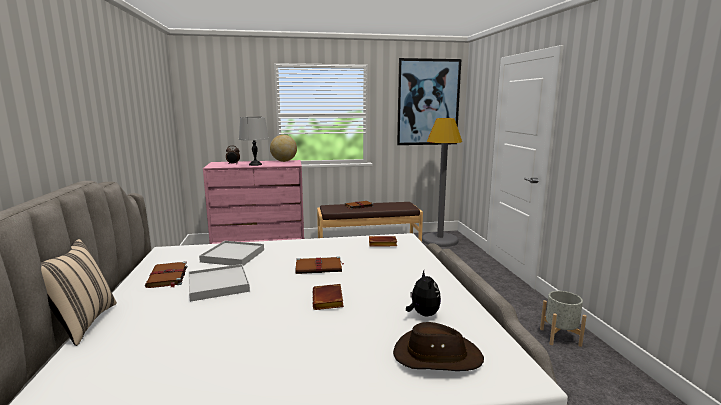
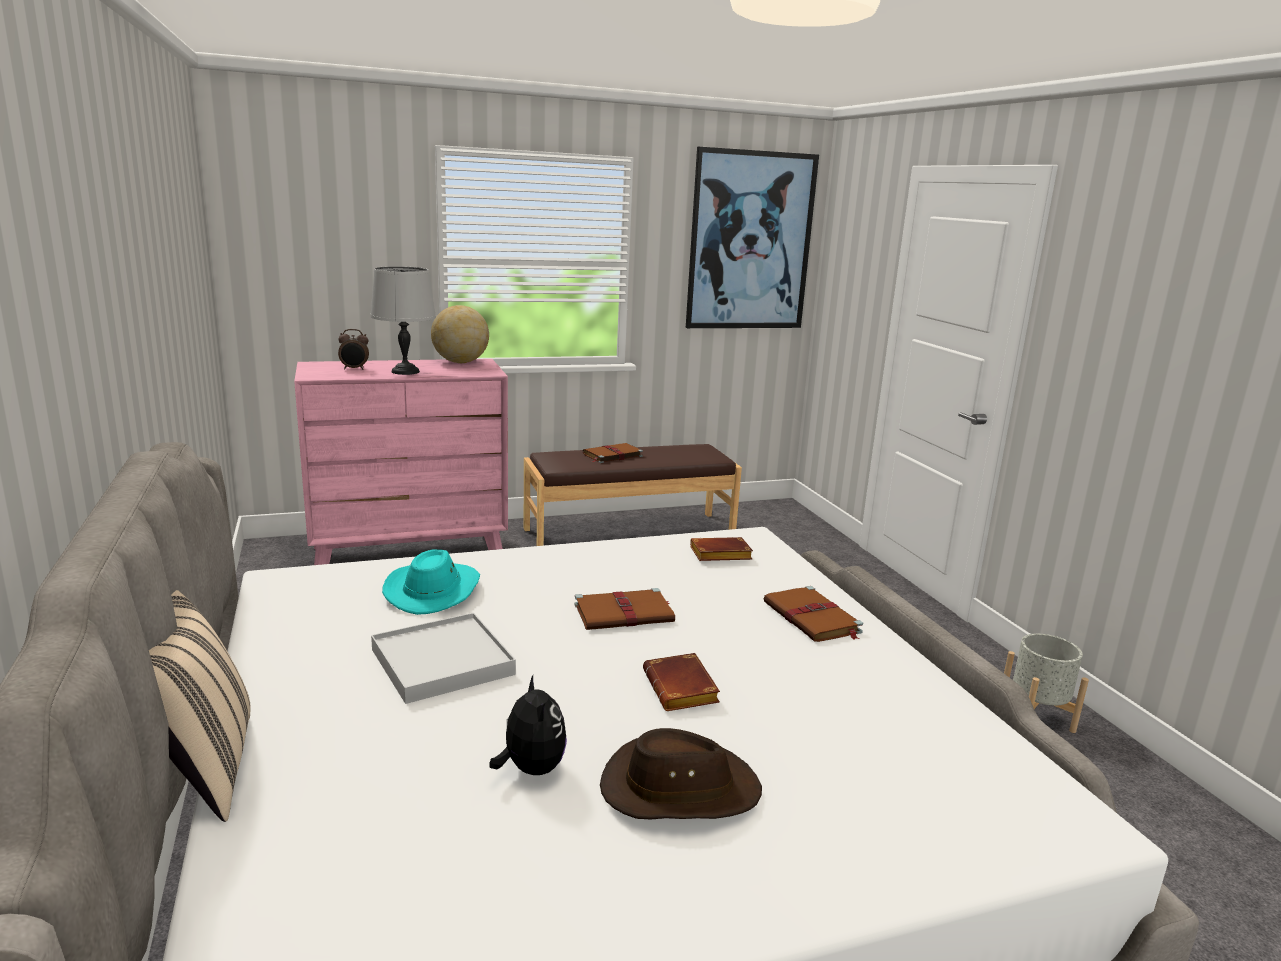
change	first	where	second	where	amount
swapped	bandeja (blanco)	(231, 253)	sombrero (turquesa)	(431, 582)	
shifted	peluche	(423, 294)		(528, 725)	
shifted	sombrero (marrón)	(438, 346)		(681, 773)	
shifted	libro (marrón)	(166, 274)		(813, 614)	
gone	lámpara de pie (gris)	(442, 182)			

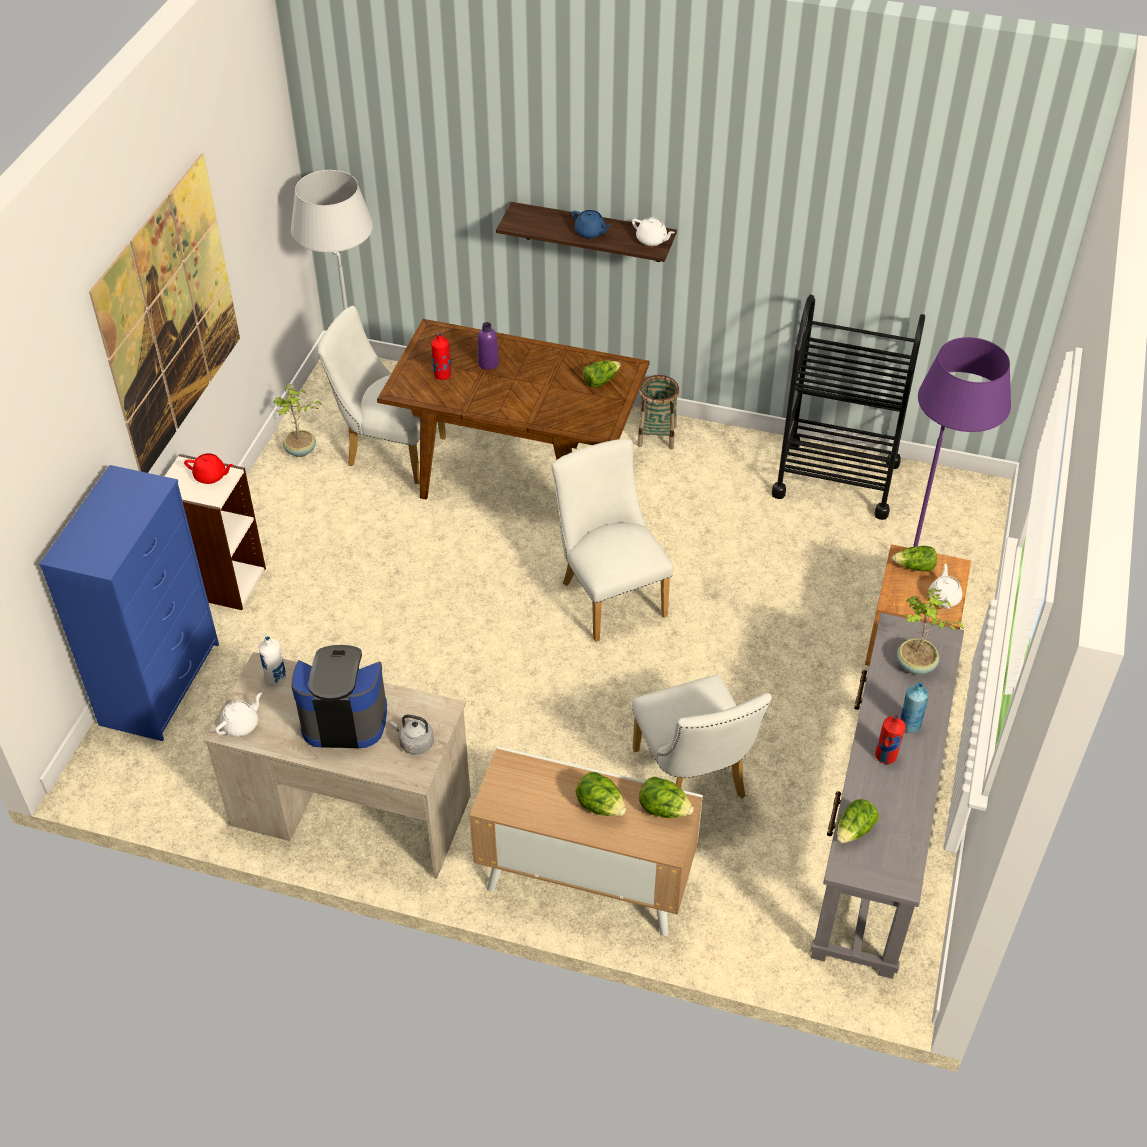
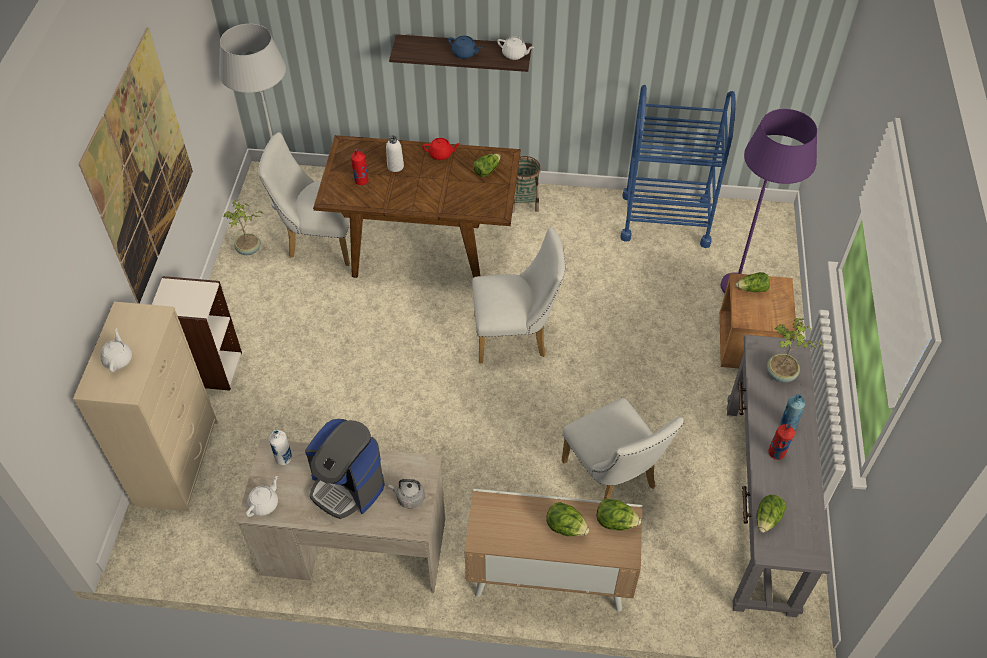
change	first	where	second	where	amount
repainted	cómoda (azul)	(129, 603)	cómoda (beis)	(145, 407)	
shifted	tetera (blanco)	(945, 586)		(116, 350)	
rotated	cafetera	(339, 696)		(345, 469)	135 degrees counterclockwise
repainted	botella (morado)	(488, 346)	botella (blanco)	(395, 153)	
shifted	tetera (rojo)	(208, 468)		(441, 149)	
rotated	silla (blanco)	(612, 540)		(518, 295)	120 degrees clockwise
repainted	carrito (negro)	(848, 407)	carrito (azul)	(678, 166)	

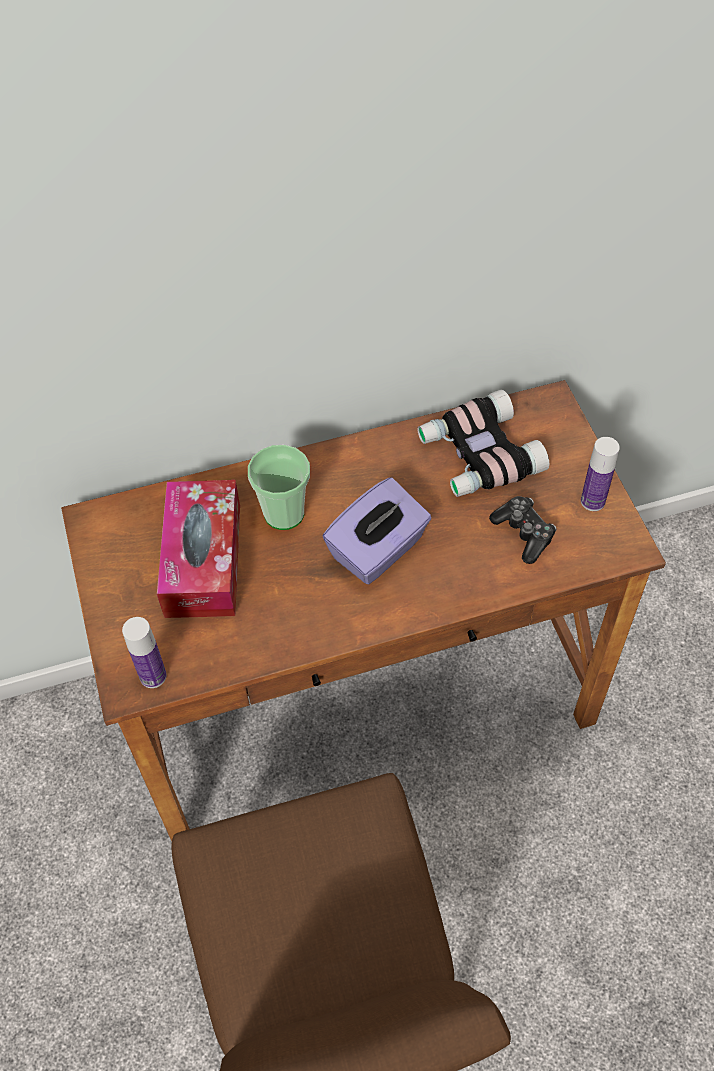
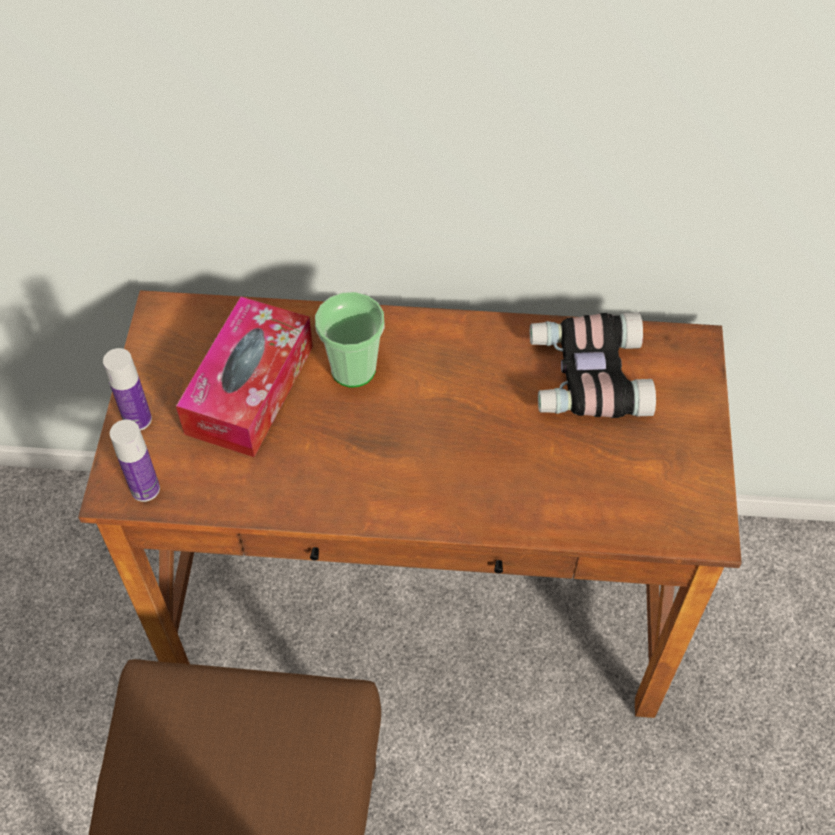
change	first	where	second	where	amount
shifted	botella	(600, 474)		(127, 389)	
gone	caja de pañuelos (morado)	(377, 531)			
gone	mando de consola	(523, 530)			

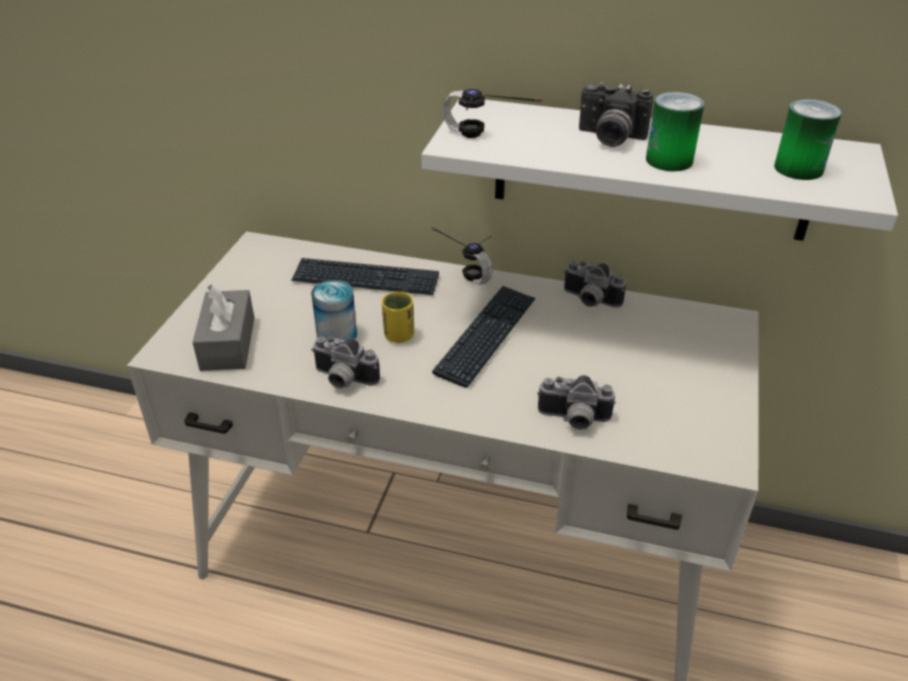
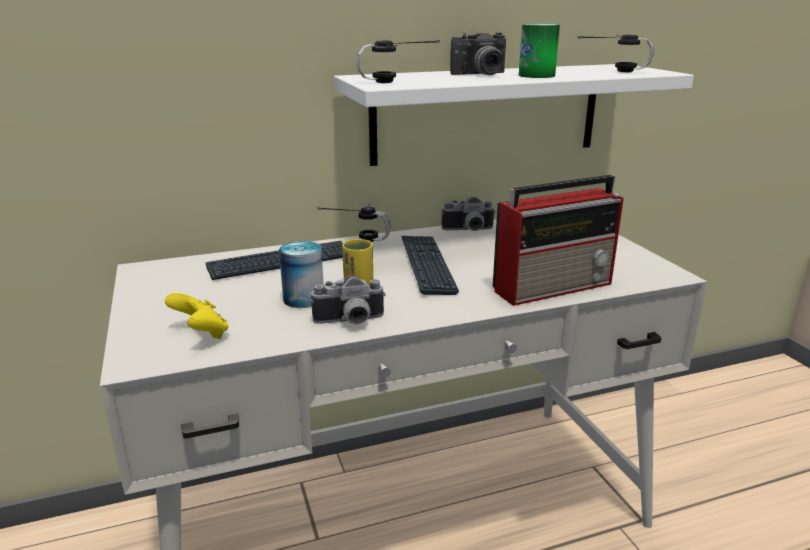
change	first	where	second	where	amount
swapped	caja de pañuelos (gris)	(223, 327)	mando de consola (amarillo)	(197, 316)	
swapped	cámara	(576, 402)	radio	(558, 240)	
swapped	lata	(808, 139)	auriculares	(615, 53)	

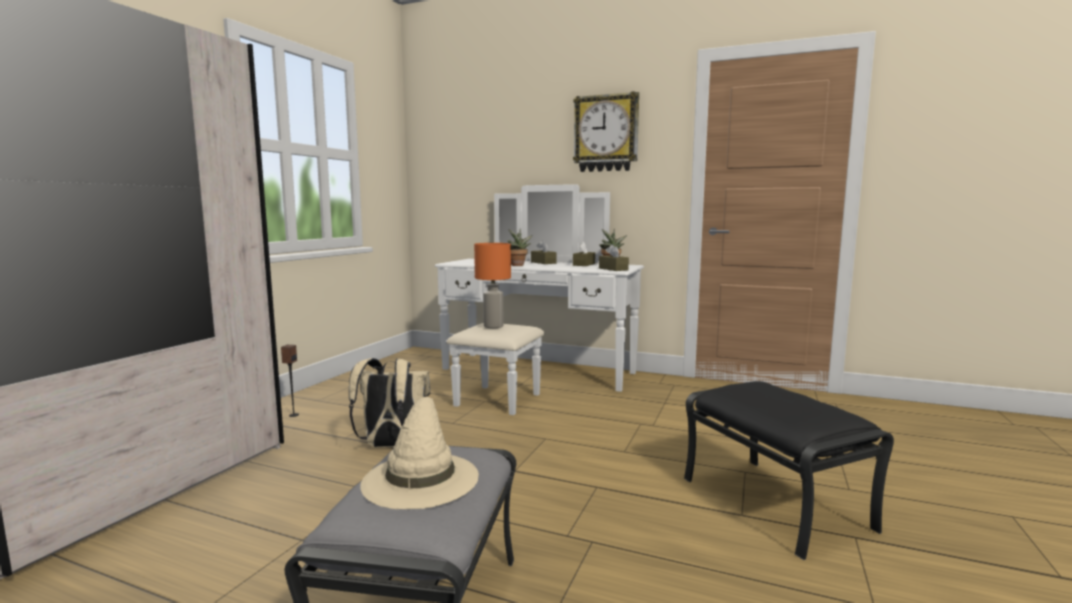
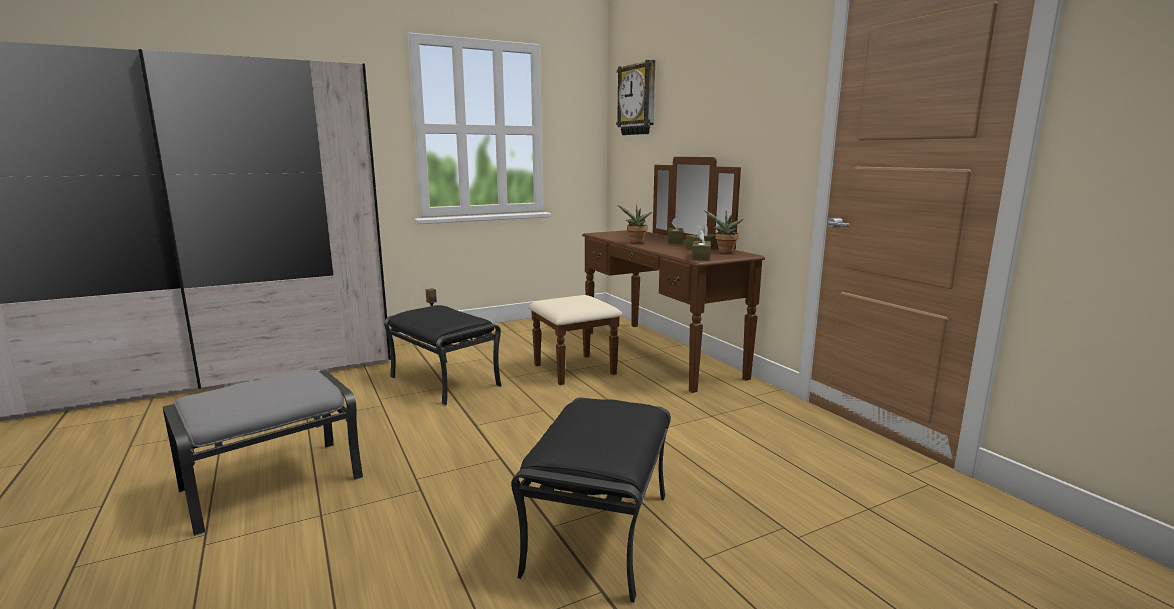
change	first	where	second	where	amount
swapped	mochila (beis)	(389, 402)	puf (negro)	(442, 355)	
repainted	cómoda (blanco)	(539, 299)	cómoda (marrón)	(647, 275)	
shifted	reloj de pared	(606, 131)		(635, 97)	
gone	sombrero (beis)	(419, 453)			
gone	lámpara de mesa (naranja)	(492, 285)			

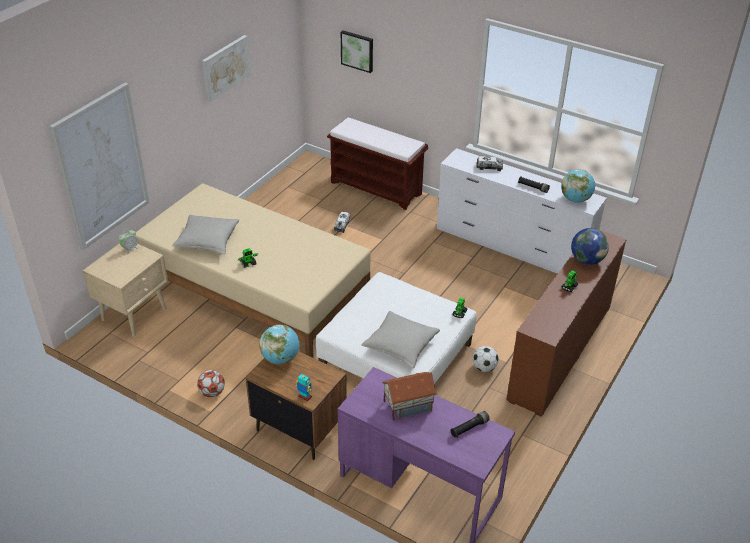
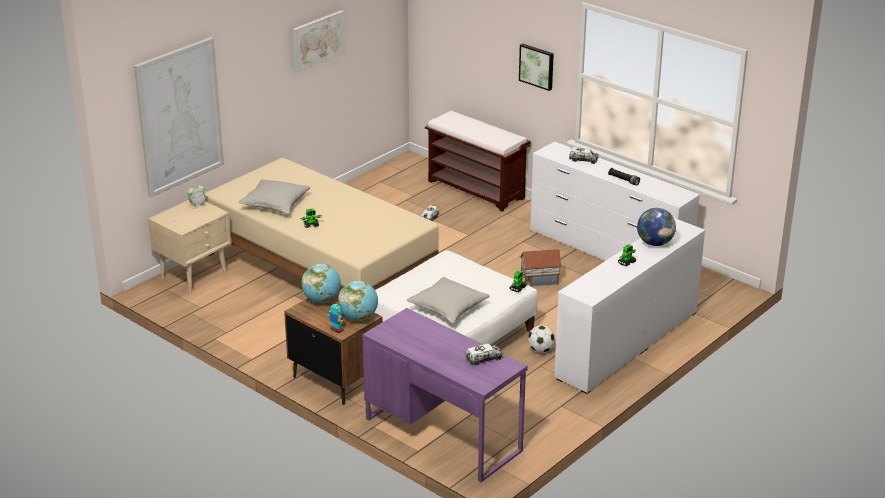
change	first	where	second	where	amount
shifted	globo terráqueo	(578, 186)		(358, 301)	
swapped	linterna (negro)	(470, 424)	camión de juguete	(484, 354)	
shifted	cuadro	(357, 51)		(536, 67)	
shifted	casita	(409, 396)		(541, 268)	
repainted	cómoda (marrón)	(566, 322)	cómoda (blanco)	(629, 306)	
gone	balón de fútbol	(211, 383)			

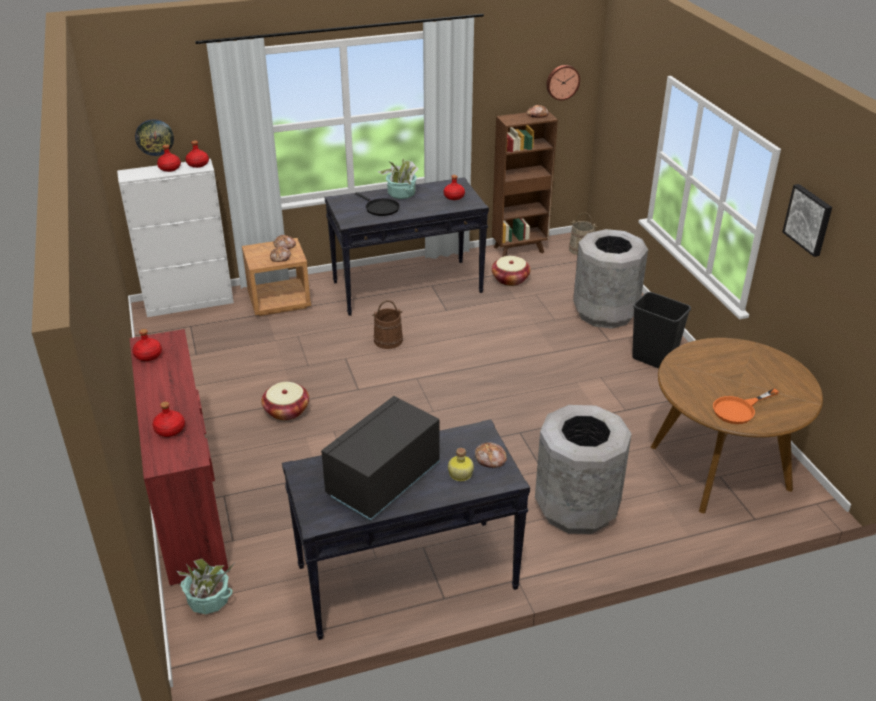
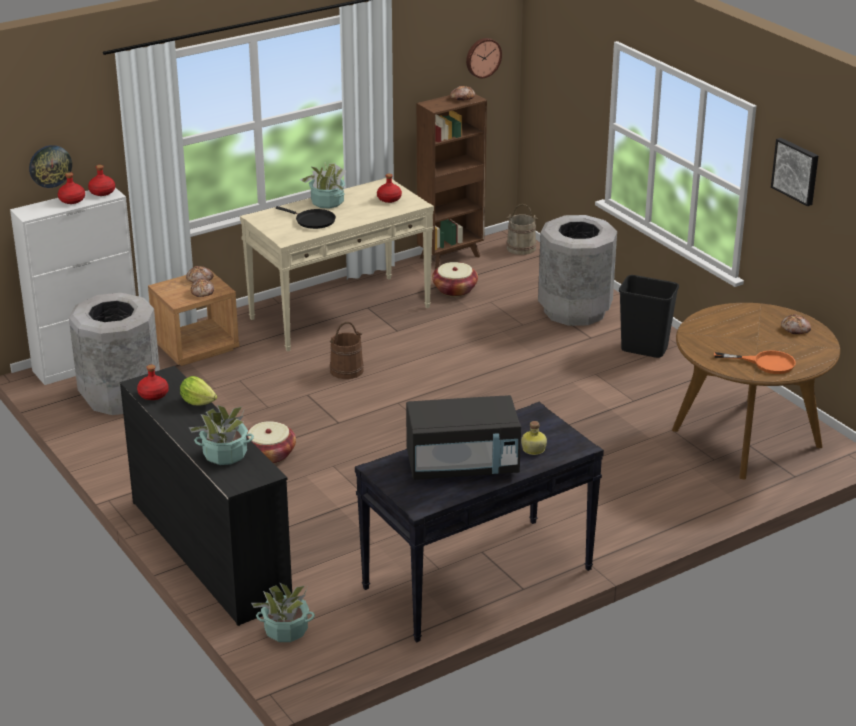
change	first	where	second	where	amount
shifted	papelera (gris)	(583, 469)		(114, 354)	
repainted	cómoda (rojo)	(179, 457)	cómoda (negro)	(206, 496)	
new			lechuga	(198, 391)	
swapped	botella (rojo)	(168, 419)	planta en maceta	(221, 435)	
repainted	mesa consola (negro)	(407, 246)	mesa consola (beis)	(337, 265)	
rotated	microondas (negro)	(380, 458)		(463, 437)	120 degrees counterclockwise
rotated	sartén (naranja)	(746, 406)		(755, 362)	120 degrees counterclockwise
shifted	pan	(491, 455)		(796, 324)	

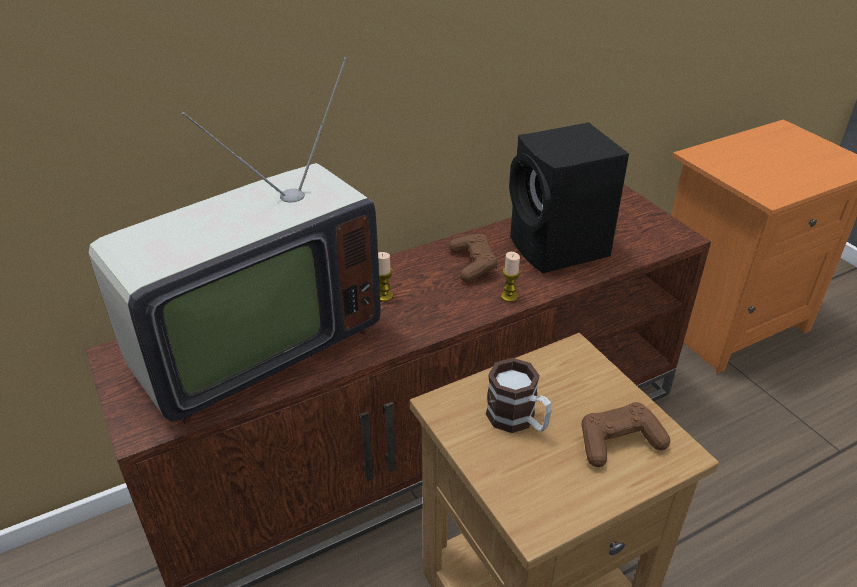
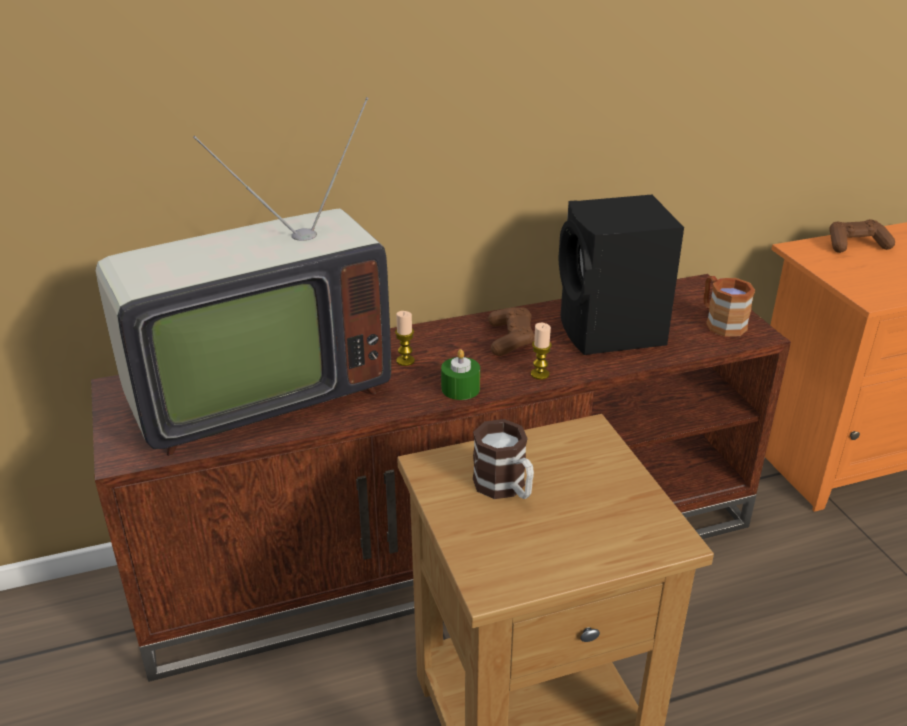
change	first	where	second	where	amount
new			vela (verde)	(460, 374)	
new			taza grande (marrón)	(729, 306)	
shifted	mando de consola (marrón)	(626, 434)		(862, 236)	

